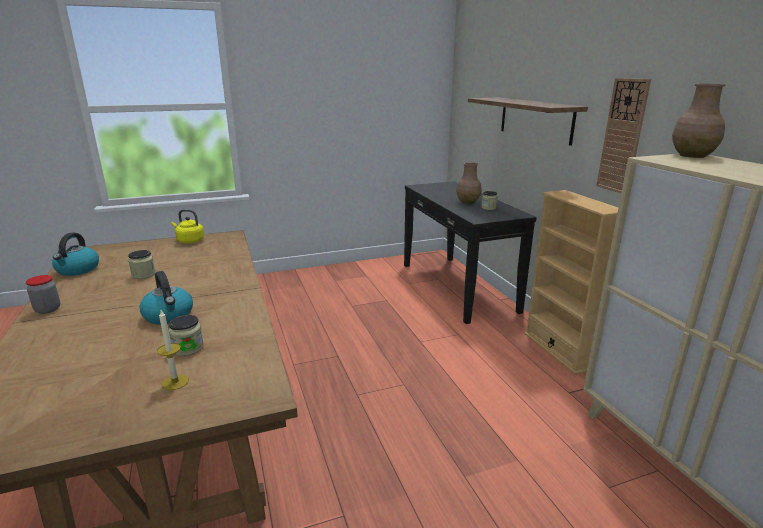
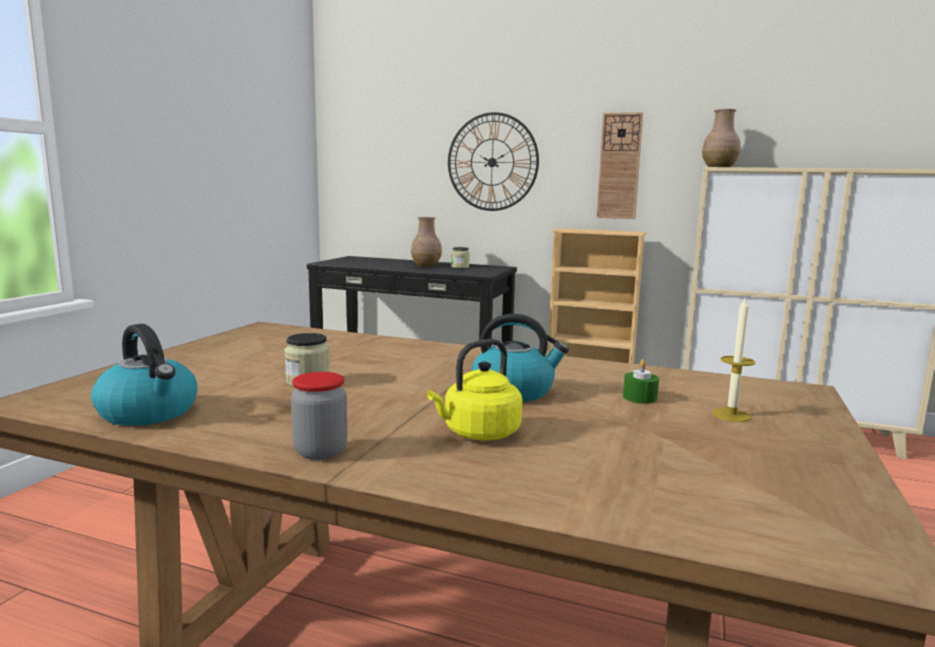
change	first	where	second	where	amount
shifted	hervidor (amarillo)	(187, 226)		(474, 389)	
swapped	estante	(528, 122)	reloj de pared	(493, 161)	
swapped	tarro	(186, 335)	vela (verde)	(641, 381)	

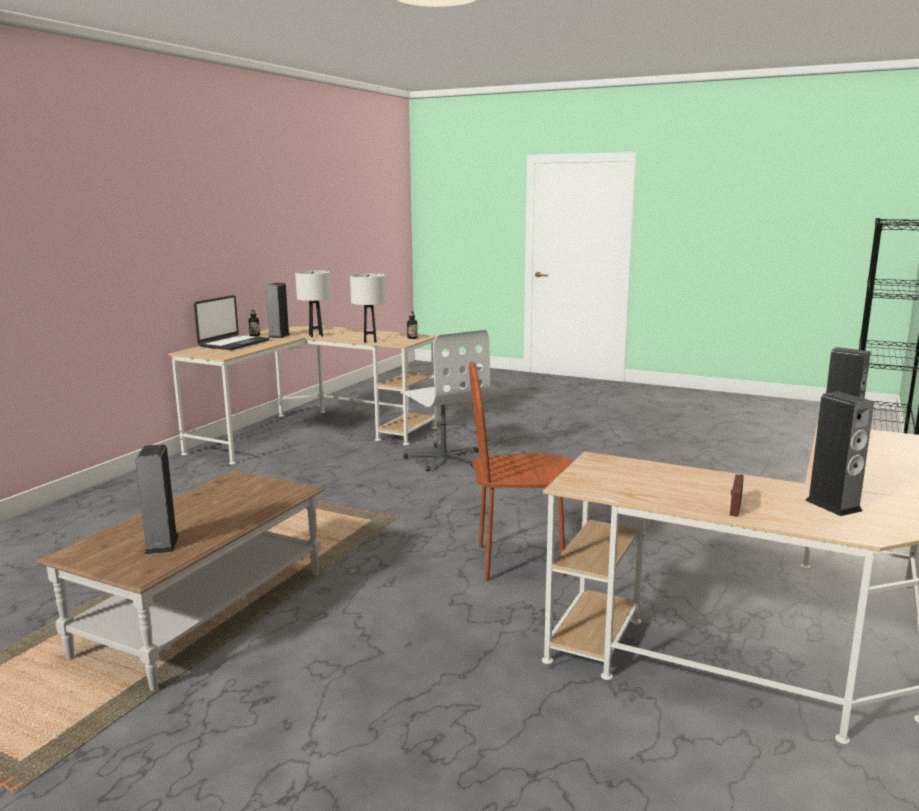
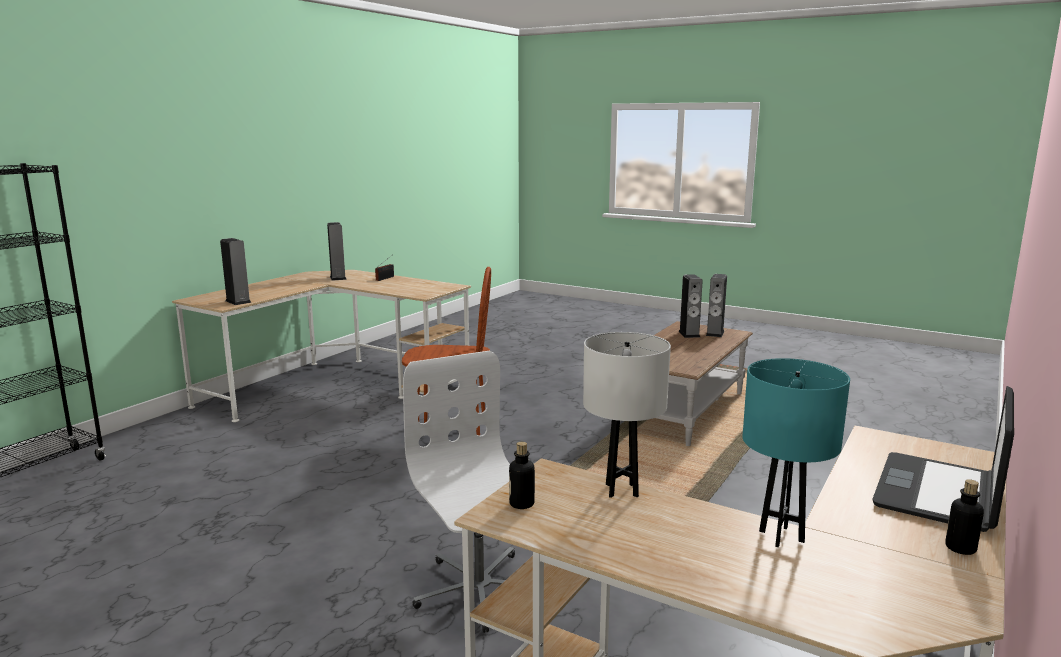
change	first	where	second	where	amount
shifted	altavoz	(278, 310)		(716, 305)	
repainted	lámpara de mesa (blanco)	(313, 303)	lámpara de mesa (turquesa)	(796, 452)	

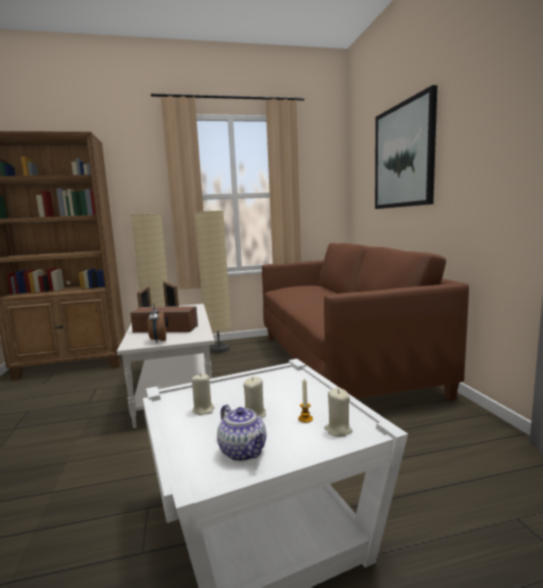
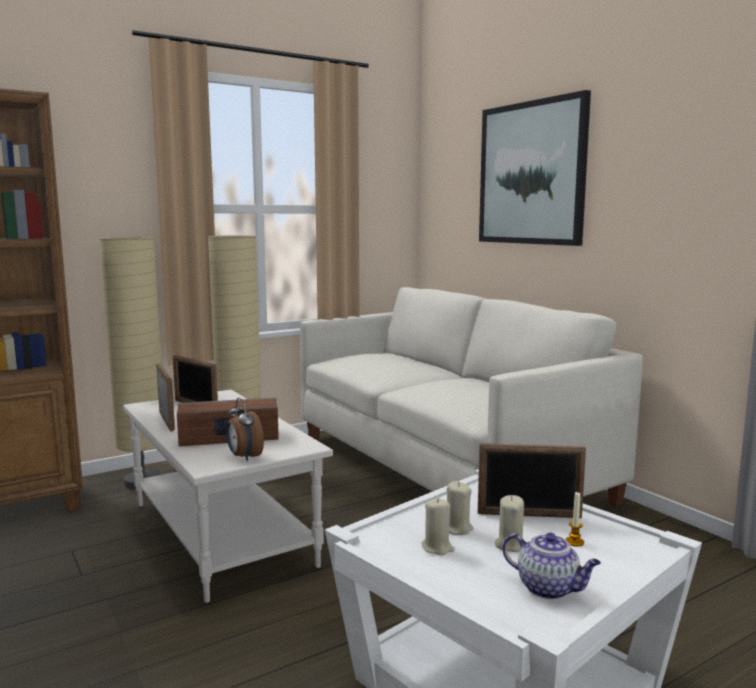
change	first	where	second	where	amount
repainted	sofá (marrón)	(365, 321)	sofá (blanco)	(471, 396)	
shifted	vela (beis)	(338, 412)		(460, 508)	
new			portarretratos	(532, 480)	

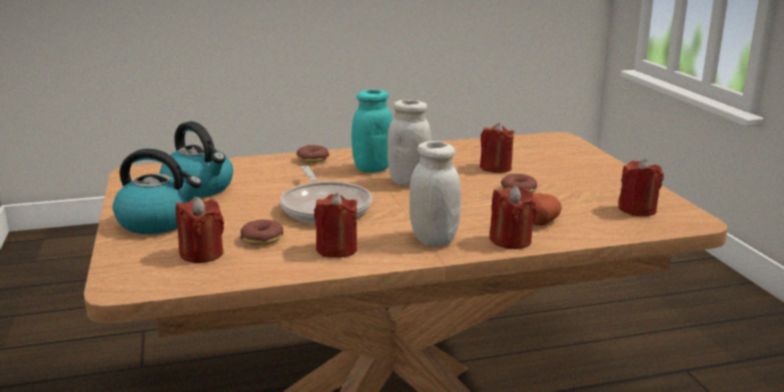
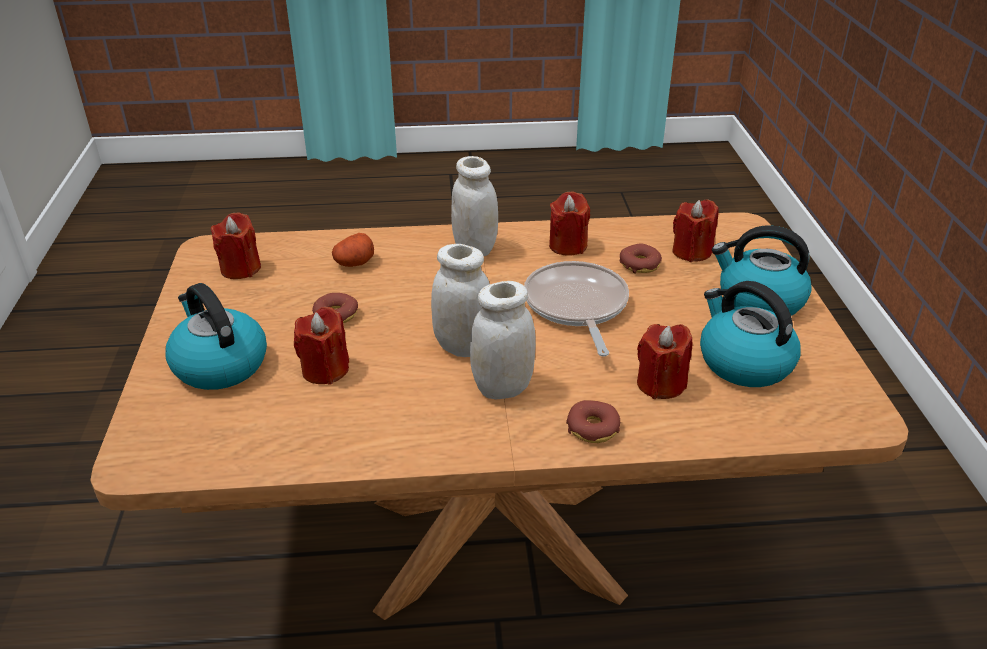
change	first	where	second	where	amount
new			hervidor	(216, 336)	
repainted	tarro (turquesa)	(372, 131)	tarro (blanco)	(503, 340)	
shifted	vela (rojo)	(513, 217)		(664, 361)	

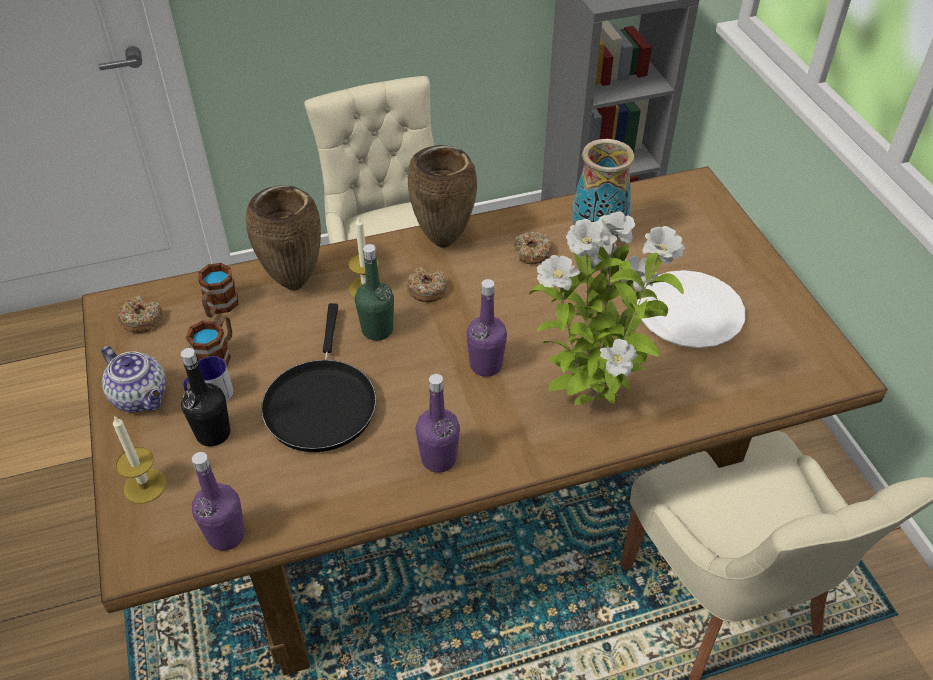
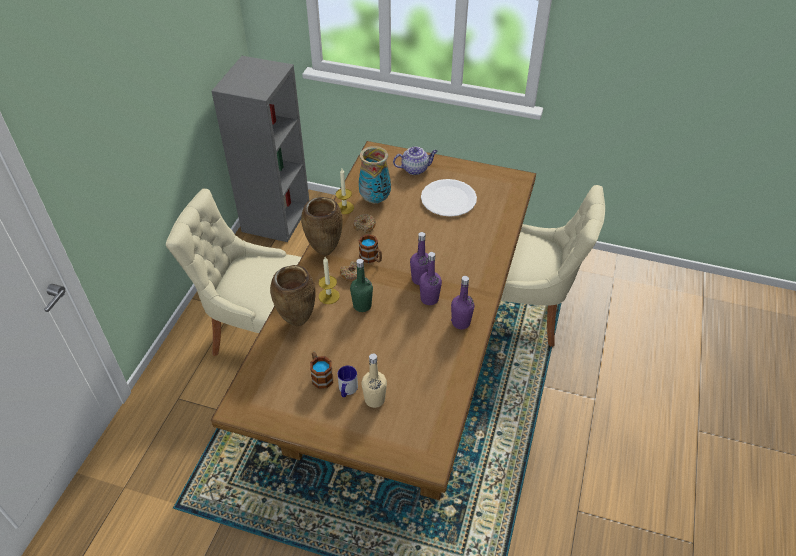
change	first	where	second	where	amount
shifted	vela	(140, 459)		(345, 191)	
shifted	taza grande	(218, 290)		(370, 248)	
repainted	botella (negro)	(205, 397)	botella (beis)	(374, 381)	
shifted	tetera	(133, 379)		(415, 161)	
shifted	botella (morado)	(218, 501)		(430, 278)	
gone	rosquilla	(140, 314)			
gone	sartén (negro)	(318, 377)			
gone	planta en maceta	(607, 309)			

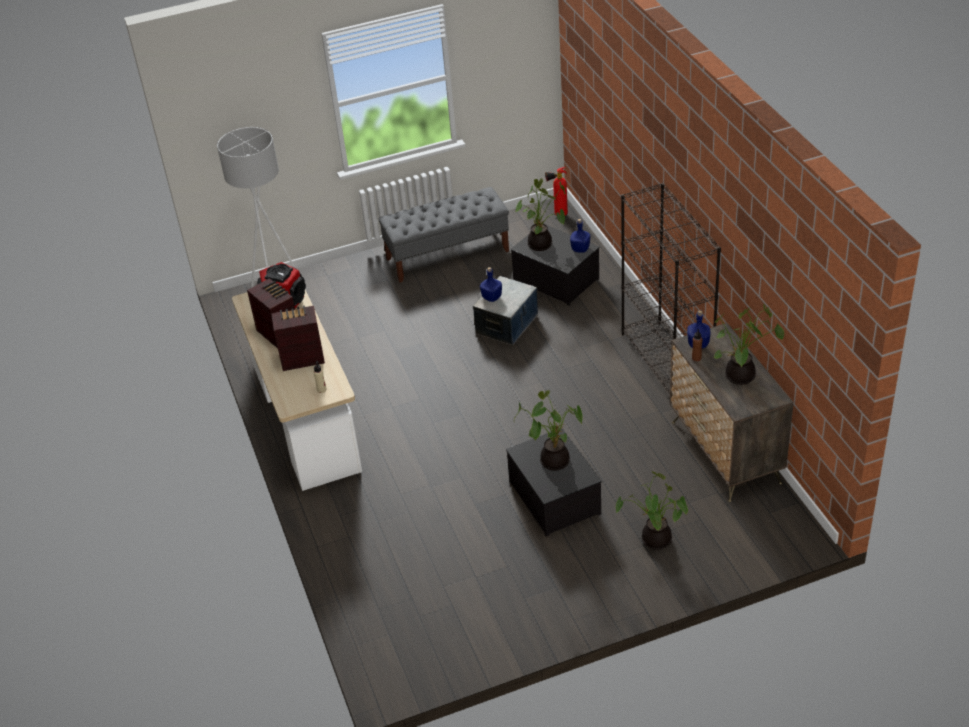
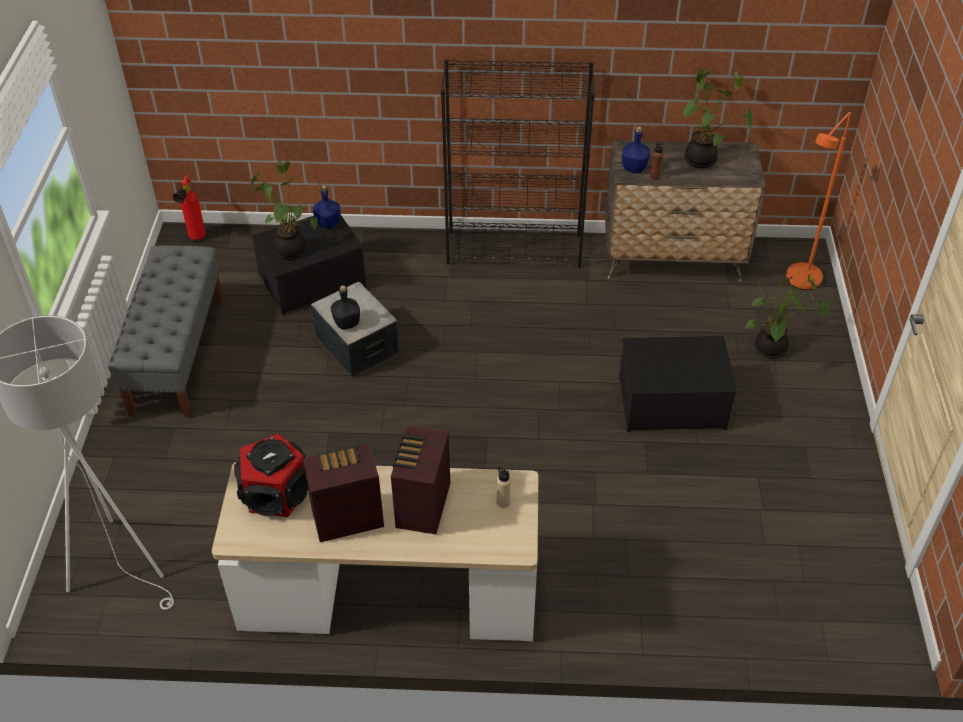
change	first	where	second	where	amount
repainted	botella (azul)	(491, 284)	botella (negro)	(345, 307)	
new			lámpara de pie (naranja)	(818, 201)	
gone	planta en maceta	(548, 430)			

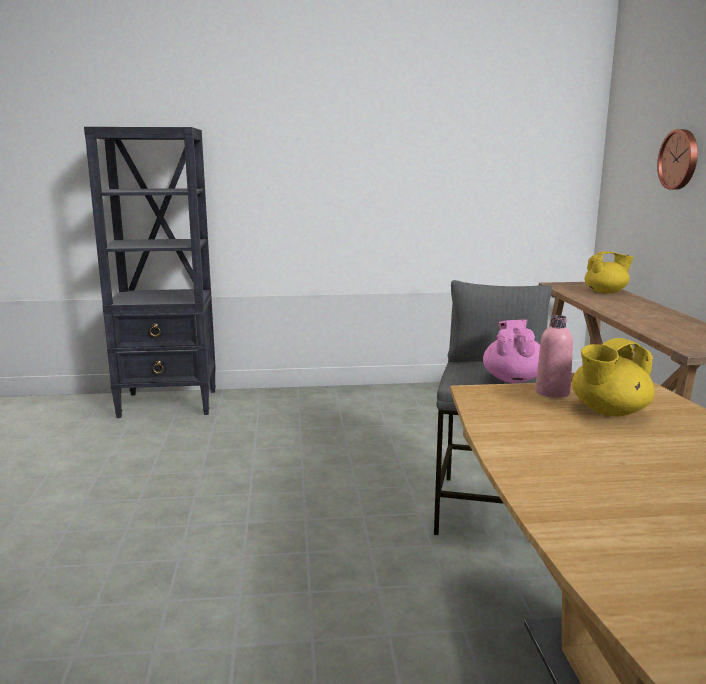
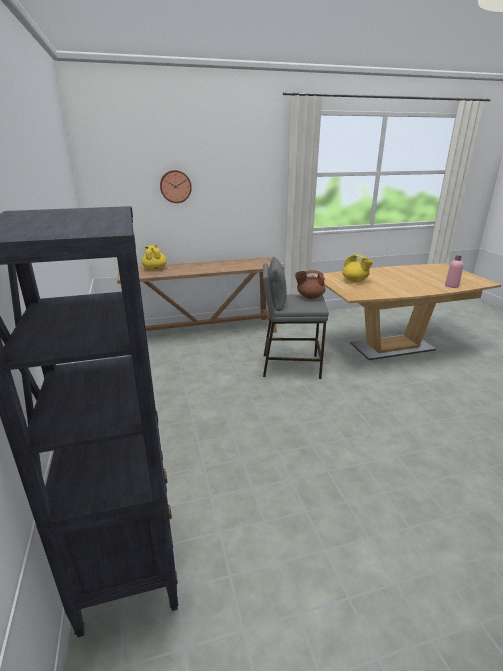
change	first	where	second	where	amount
repainted	tetera (rosa)	(511, 351)	tetera (marrón)	(310, 284)	
shifted	botella (rosa)	(554, 356)		(454, 272)	

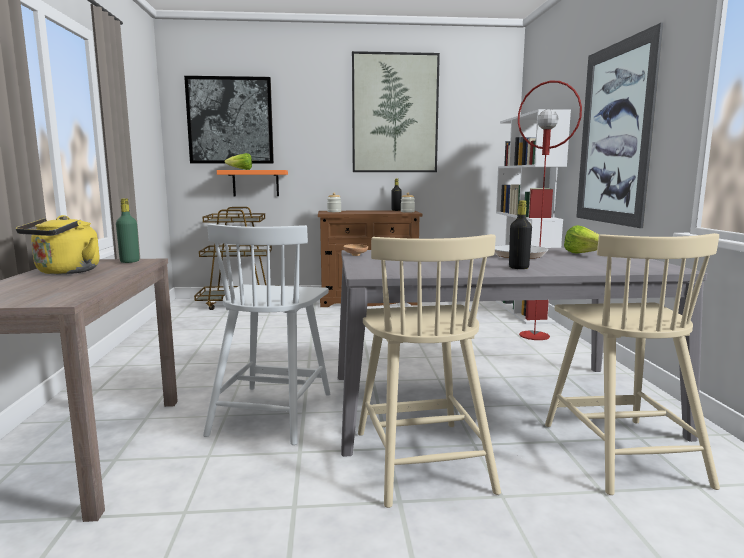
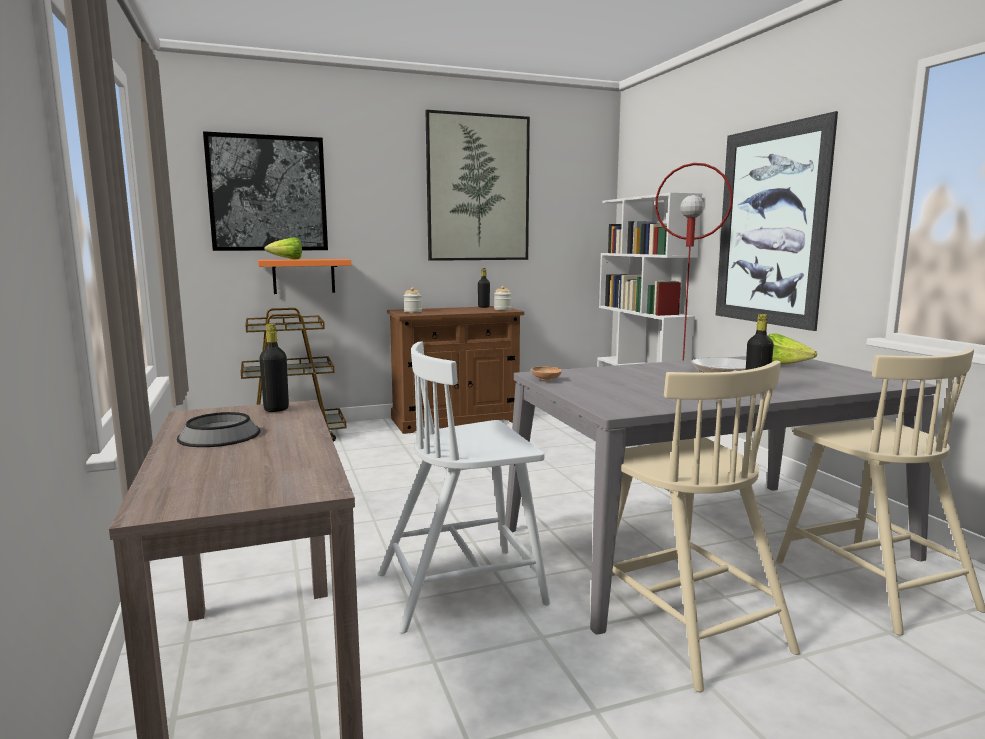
change	first	where	second	where	amount
swapped	hervidor (amarillo)	(58, 244)	cuenco	(218, 429)	
repainted	botella (verde)	(127, 230)	botella (negro)	(274, 367)	
rotated	silla (blanco)	(266, 334)		(464, 488)	75 degrees clockwise

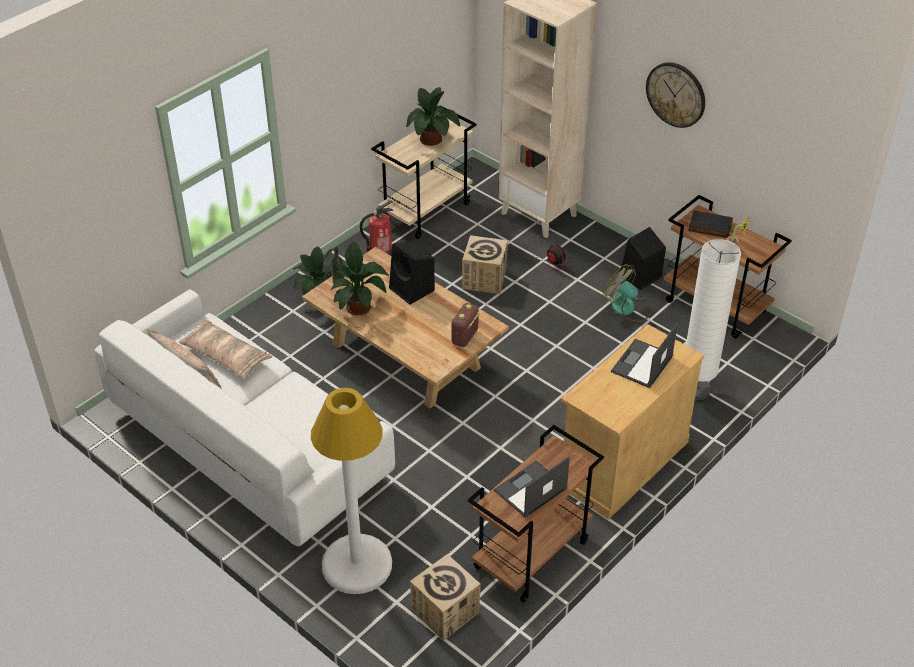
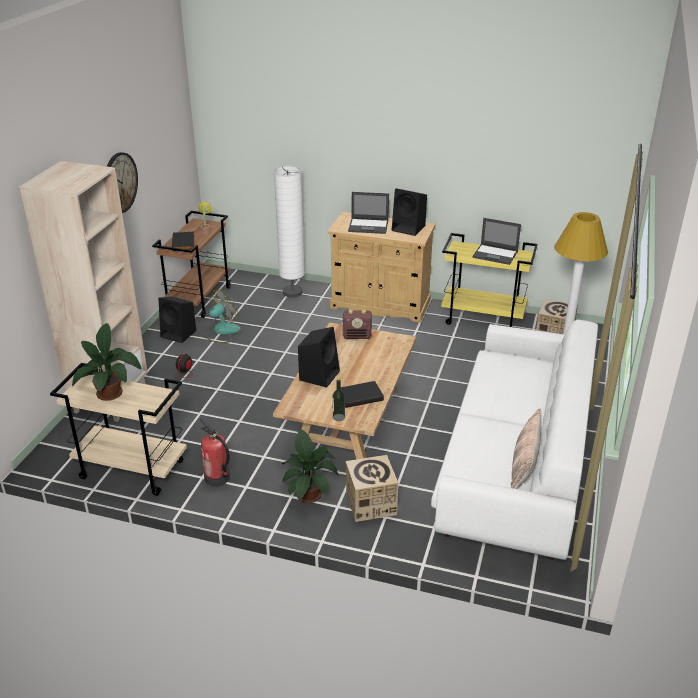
change	first	where	second	where	amount
rotated	ventilador	(628, 293)		(222, 316)	150 degrees counterclockwise
swapped	planta en maceta	(360, 278)	libro (negro)	(362, 394)	
shifted	caja de cartón	(485, 264)		(372, 488)	
new			altavoz (negro)	(409, 212)	
repainted	carrito (marrón)	(536, 514)	carrito (amarillo)	(489, 280)	
gone	cojín	(225, 349)			

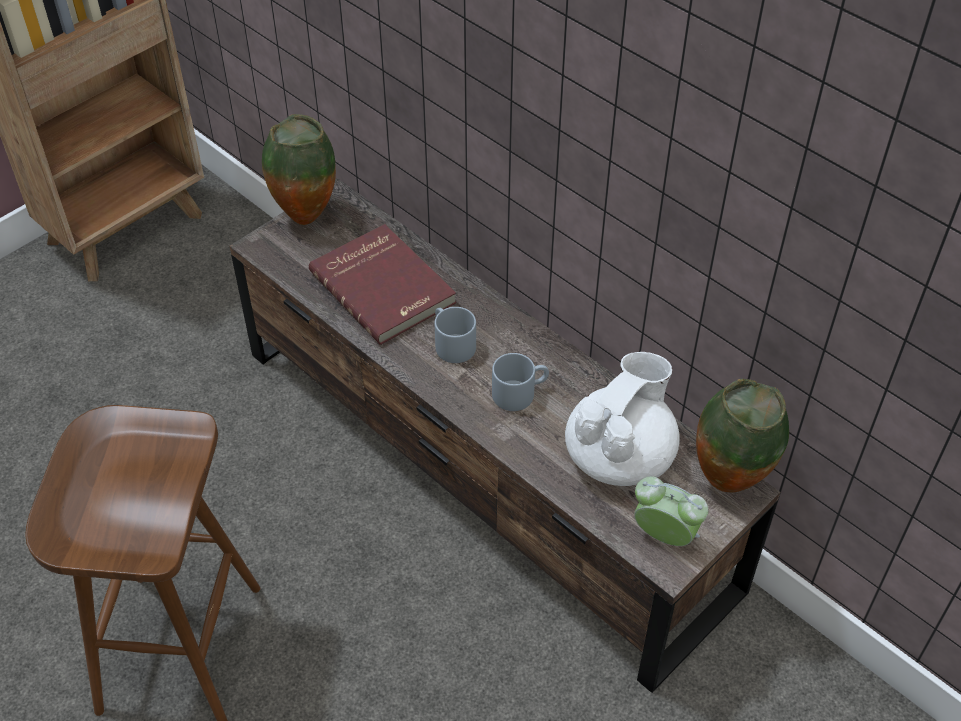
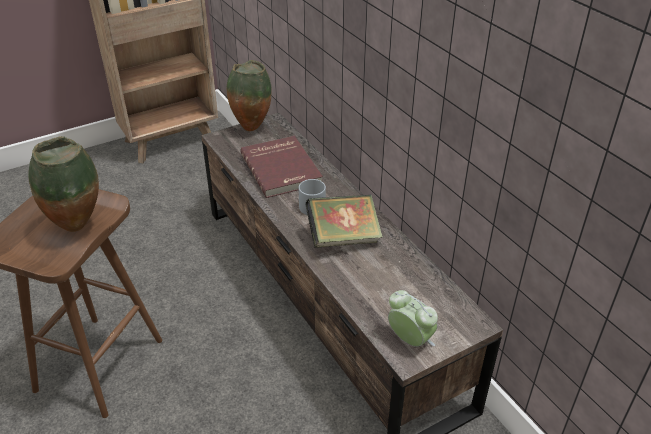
change	first	where	second	where	amount
shifted	florero	(742, 435)		(63, 184)	
swapped	taza grande (gris)	(520, 382)	libro	(344, 221)	
gone	tetera (blanco)	(622, 419)			

